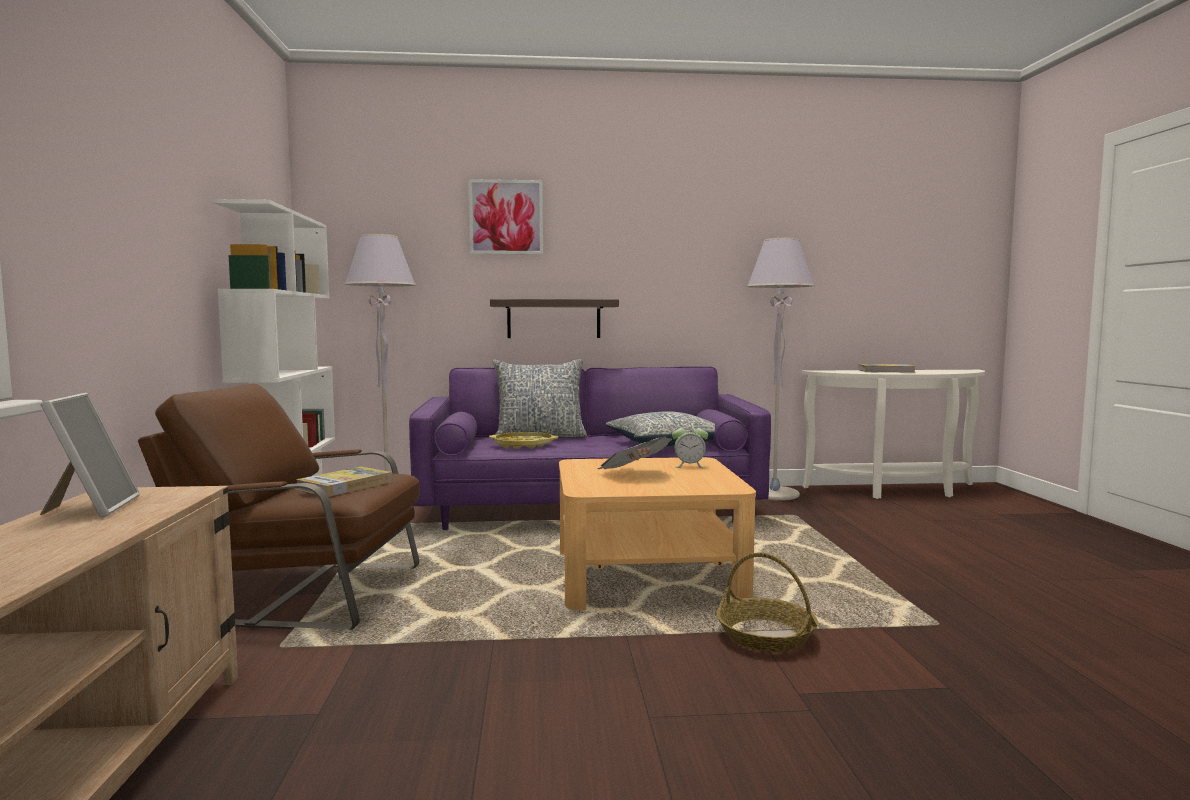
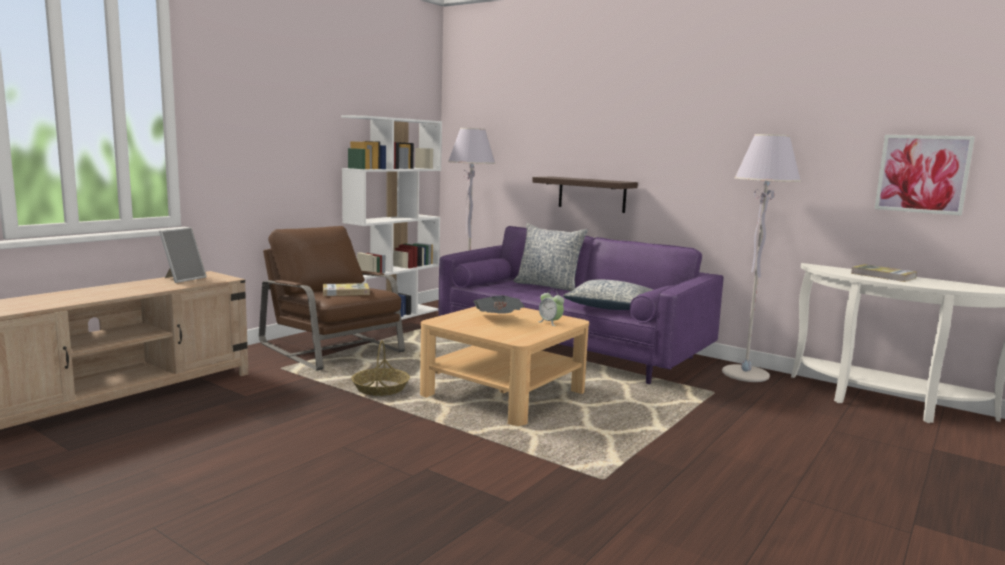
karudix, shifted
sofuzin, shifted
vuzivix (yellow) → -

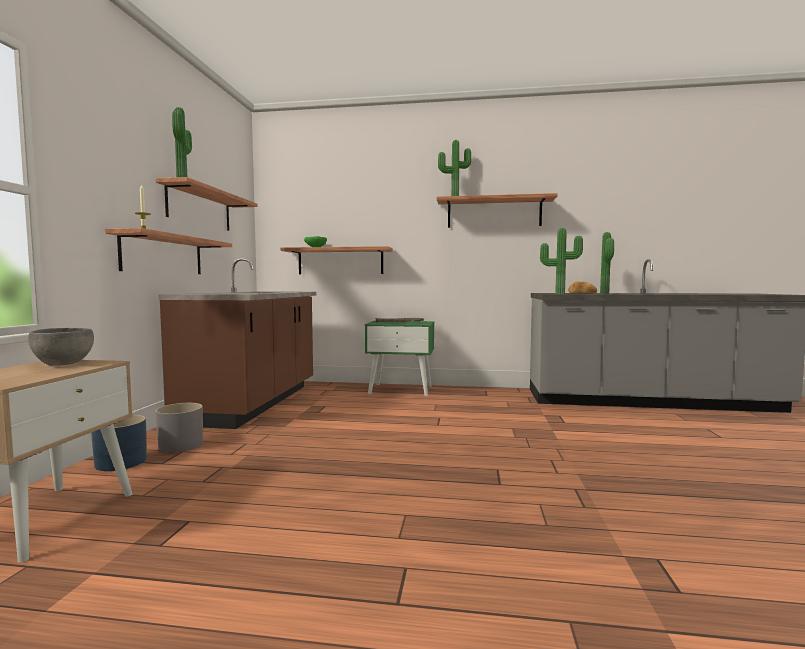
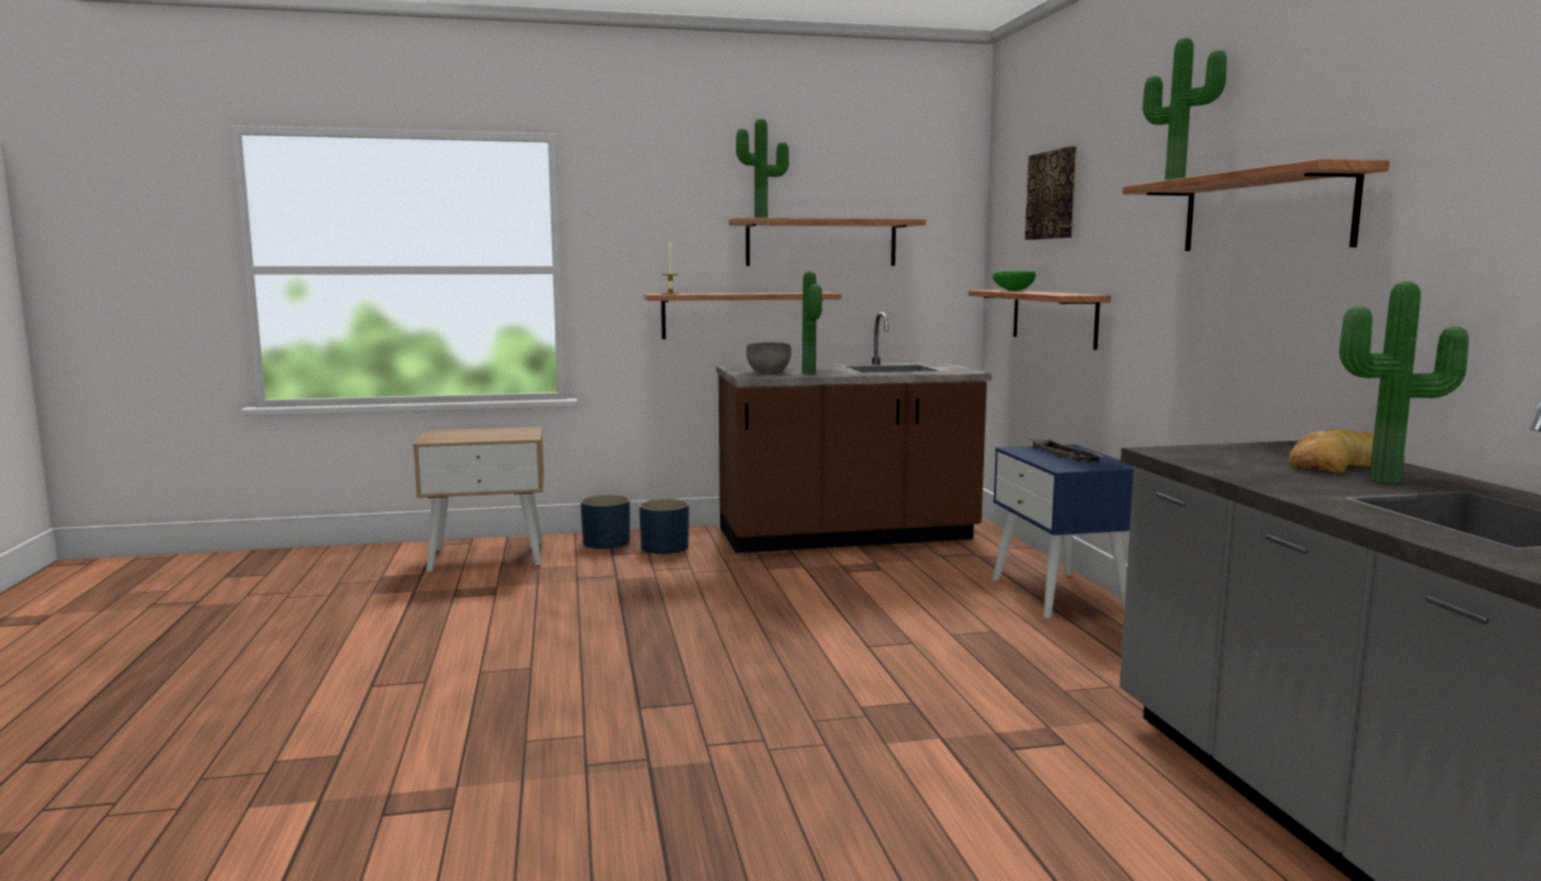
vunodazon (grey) → vunodazon (blue) (no. 2 from left)
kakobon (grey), shifted
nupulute (no. 3 from left in the first image) → nupulute (no. 2 from left), shifted
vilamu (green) → vilamu (blue)
- → sofuzin

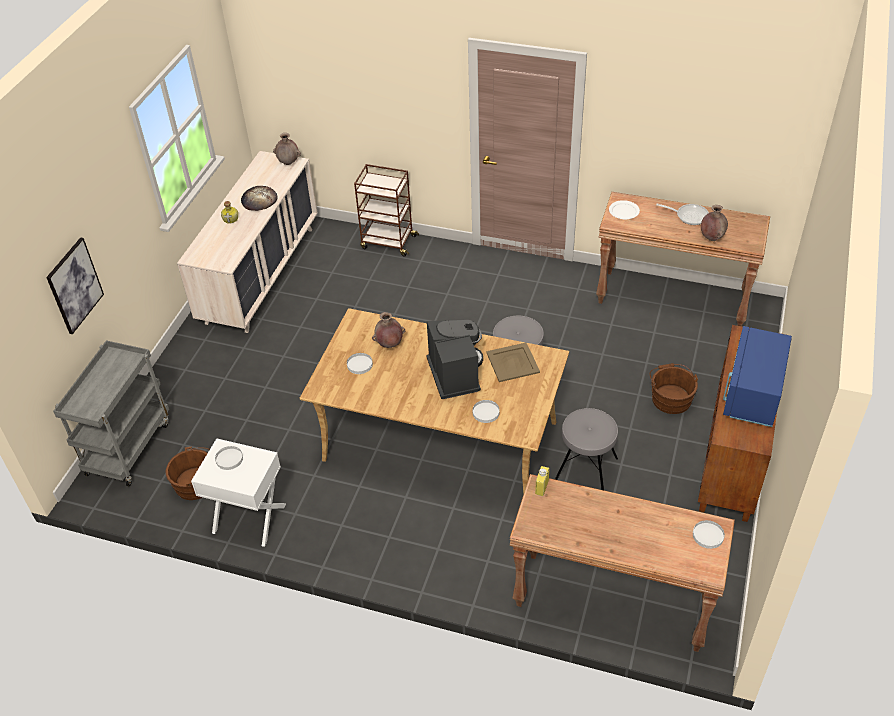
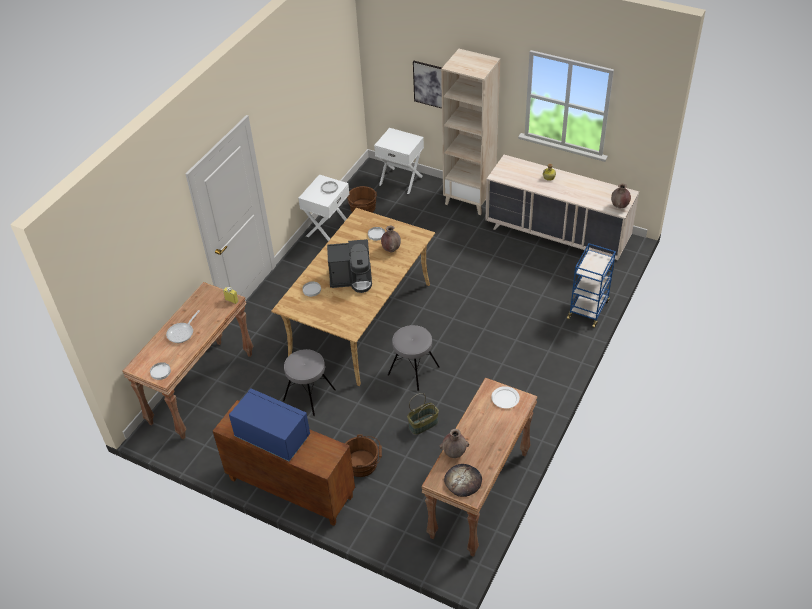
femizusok, shifted
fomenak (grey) → vilamu (white) (no. 2 from left)
- → karudix
- → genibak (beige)
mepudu, shifted
fomenak (brown) → fomenak (blue)
vuzivix (beige) → -

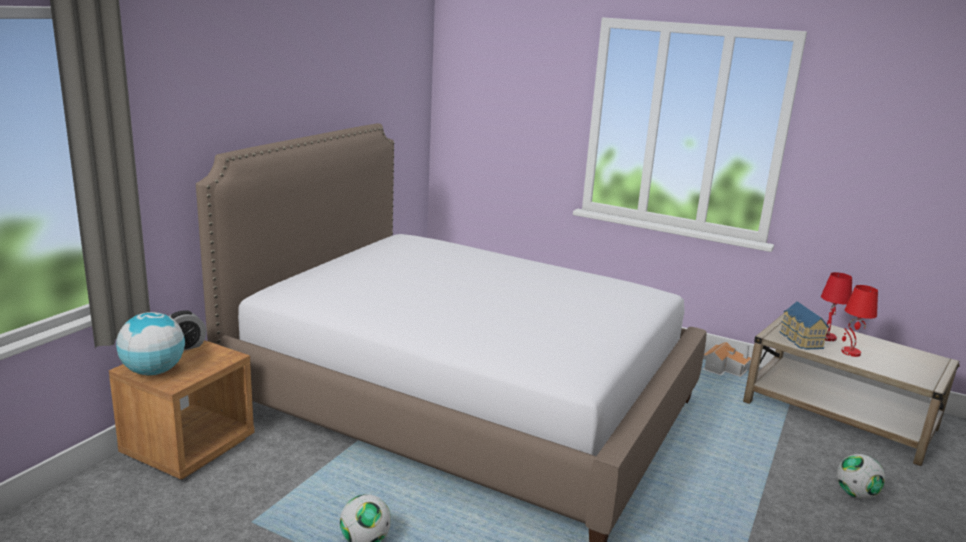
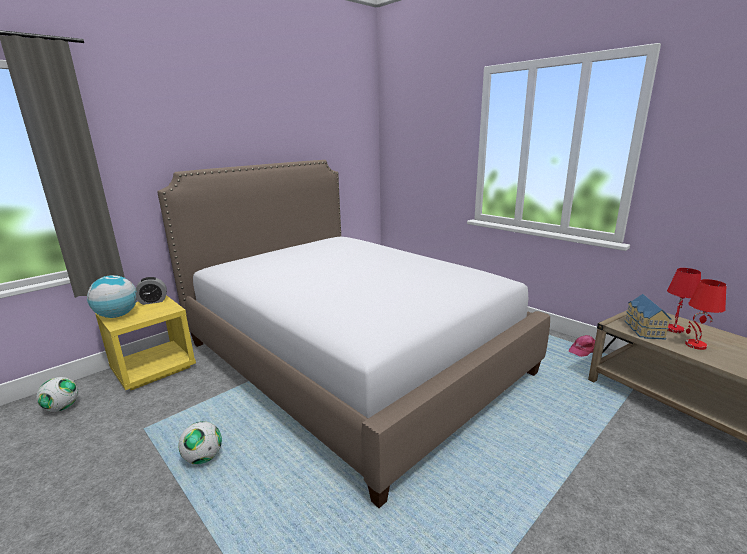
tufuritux (no. 2 from left in the first image) → tufuritux (no. 1 from left), shifted
vilamu (brown) → vilamu (yellow)
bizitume (no. 1 from left) → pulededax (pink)

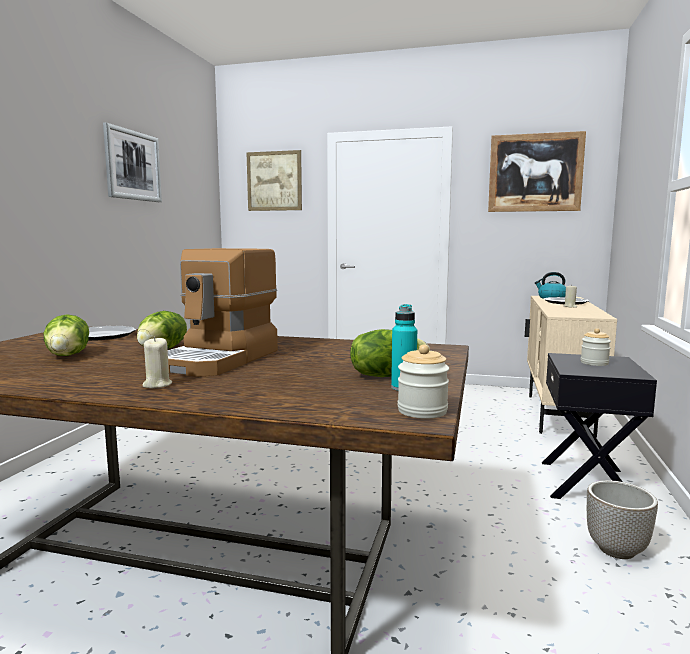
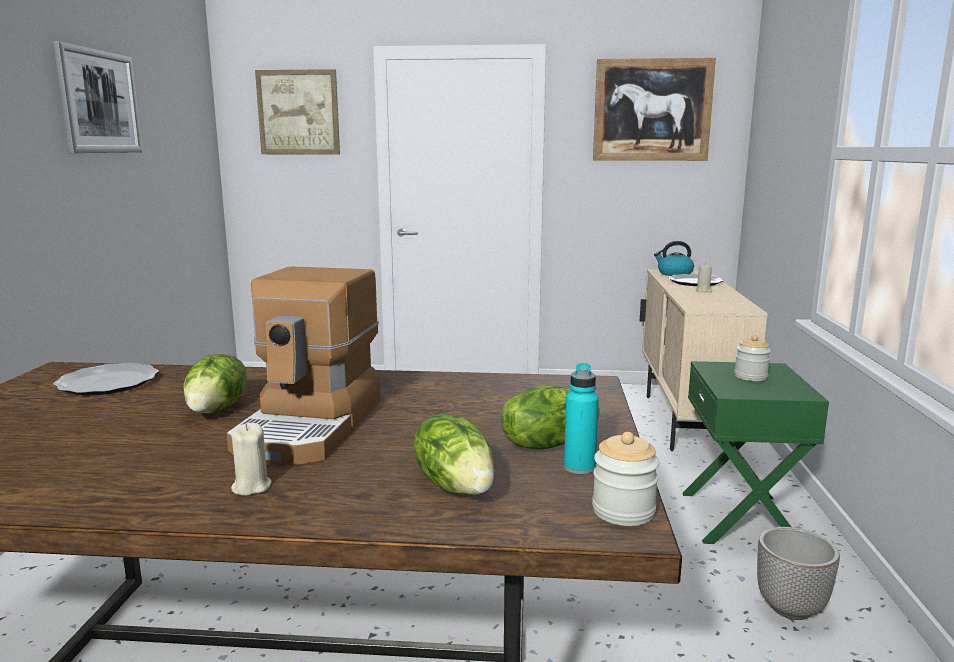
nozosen (no. 1 from left in the first image) → nozosen (no. 2 from left), shifted
vilamu (black) → vilamu (green)

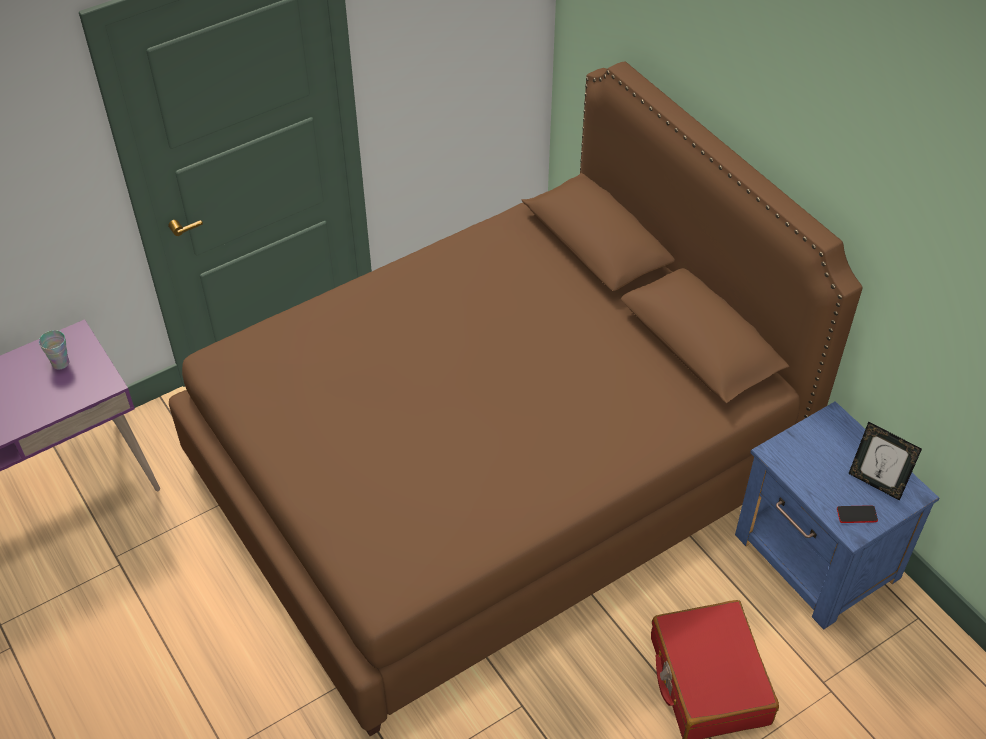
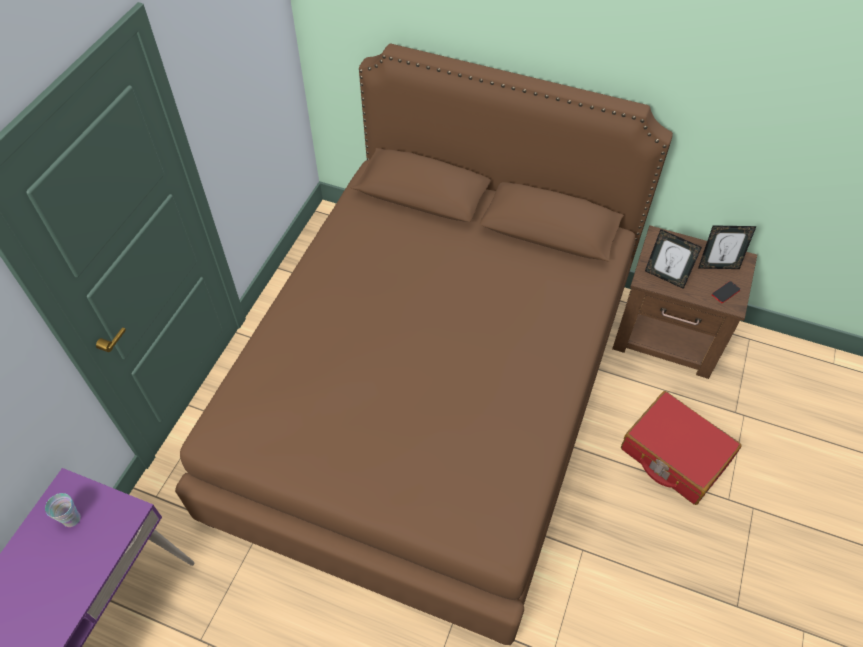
vilamu (blue) → vilamu (brown)
- → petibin (no. 1 from left)

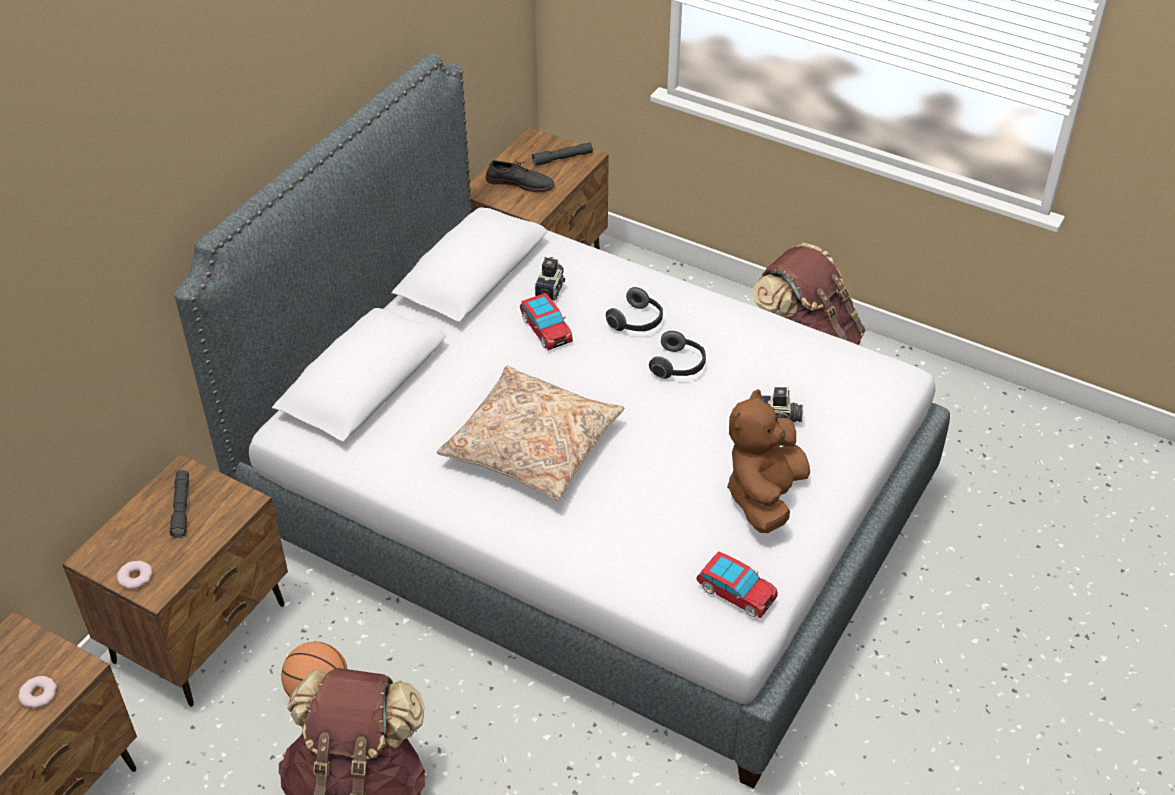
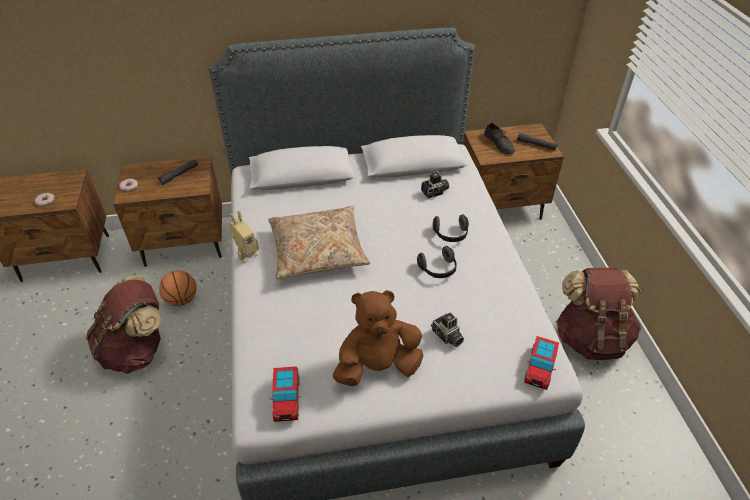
- → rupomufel
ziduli (no. 1 from left in the first image) → ziduli (no. 2 from left), shifted

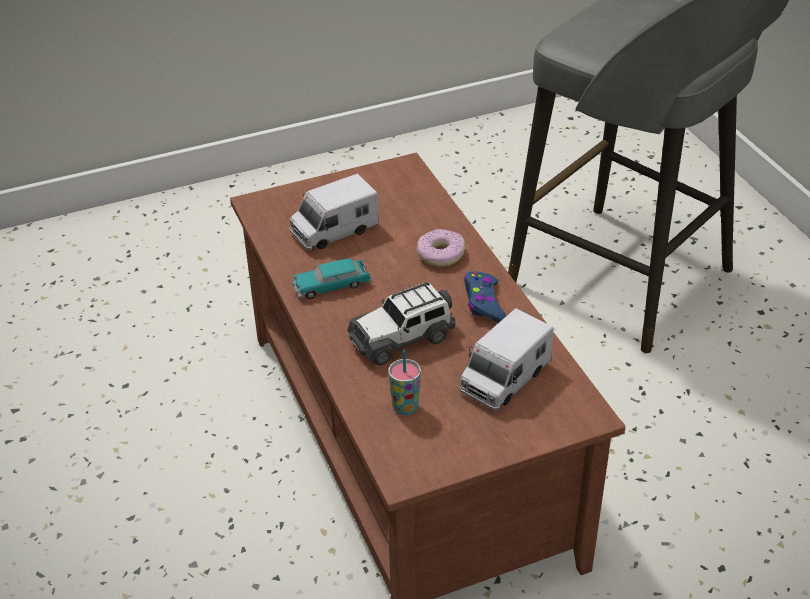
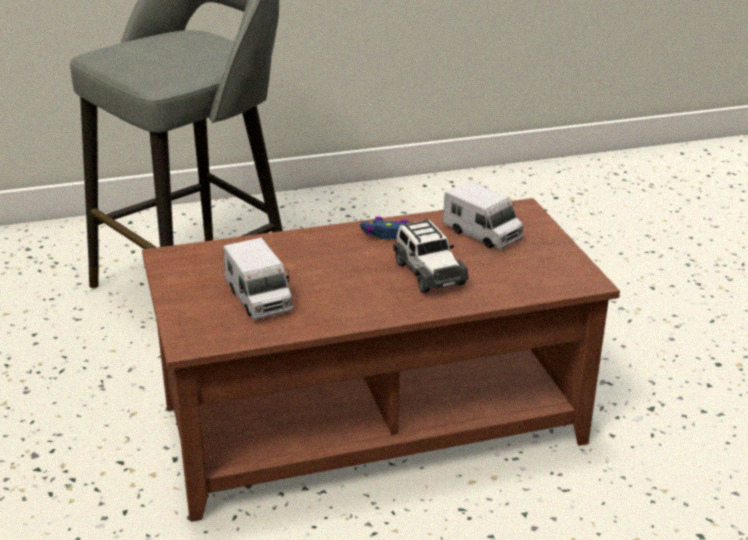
ziduli (no. 1 from left) → -
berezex → -
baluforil → -

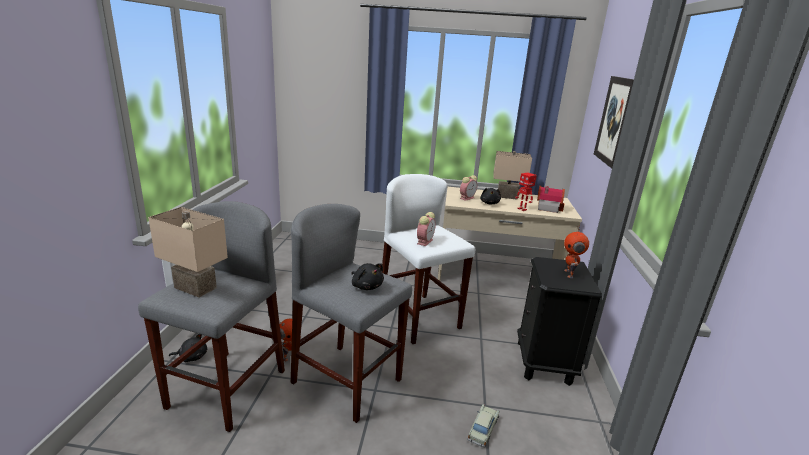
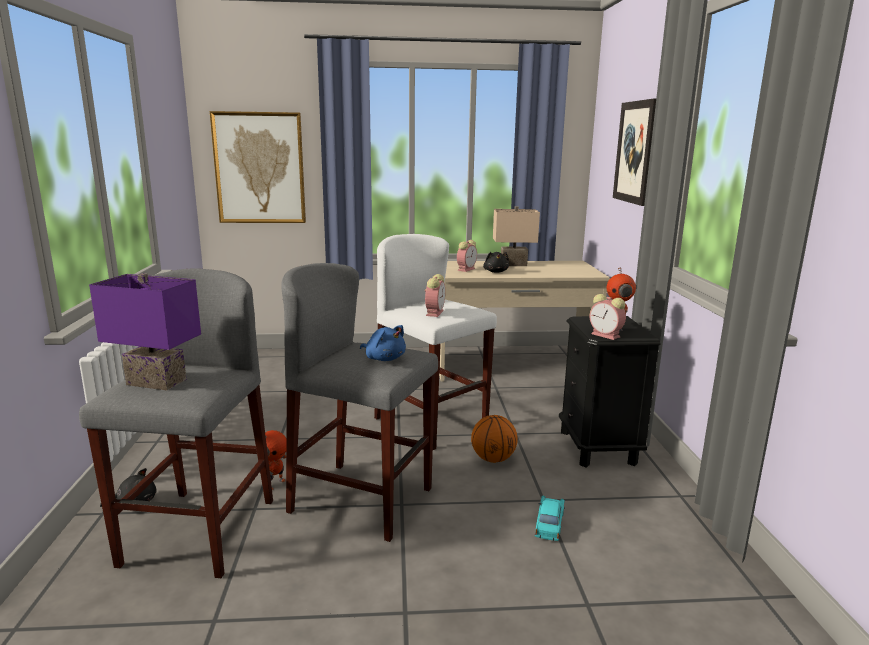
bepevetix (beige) (no. 1 from left) → bepevetix (purple)
- → sofuzin (no. 1 from left)
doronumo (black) (no. 2 from left) → doronumo (blue)
- → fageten
ziduli (beige) → ziduli (turquoise)
- → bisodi (no. 3 from left)
rupomufel (no. 2 from left) → -
bizitume → -

